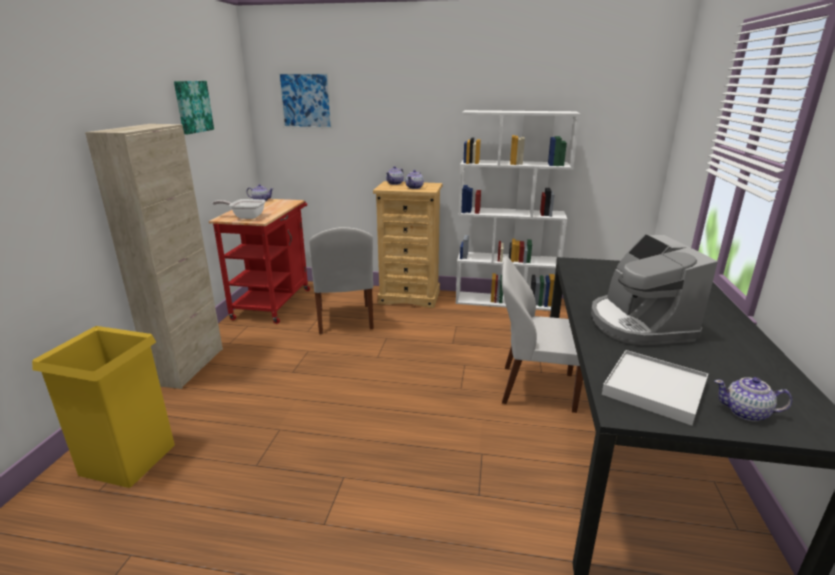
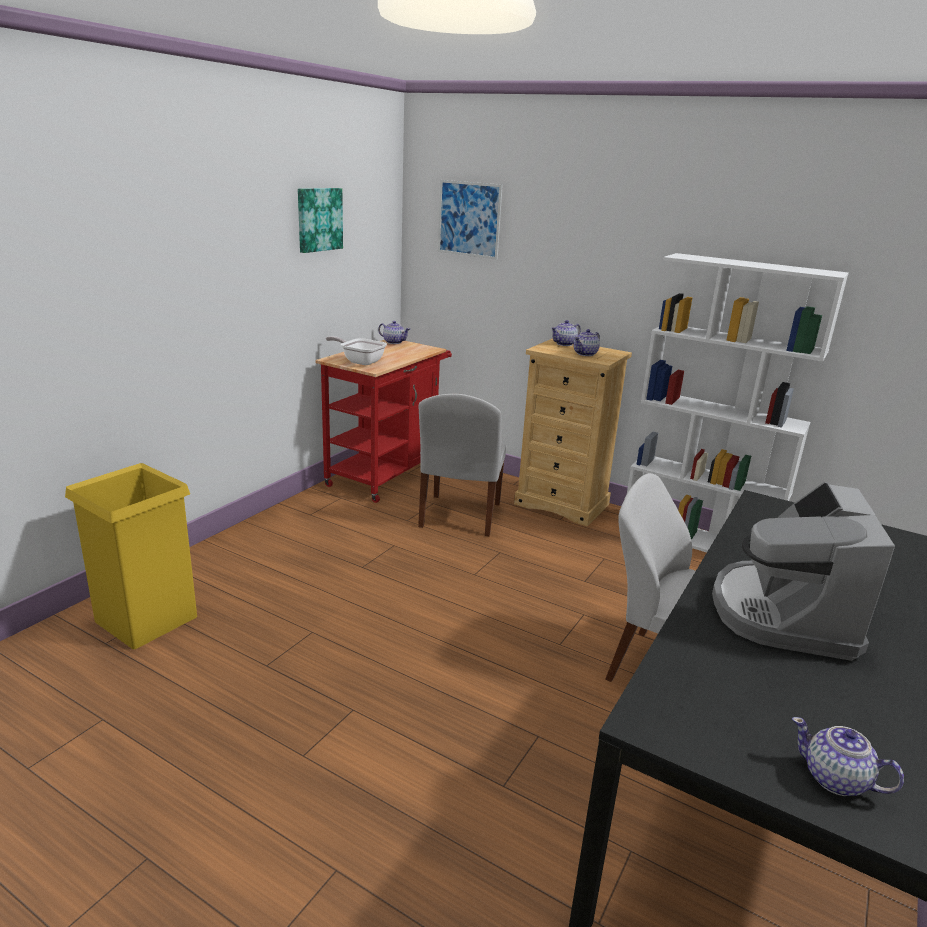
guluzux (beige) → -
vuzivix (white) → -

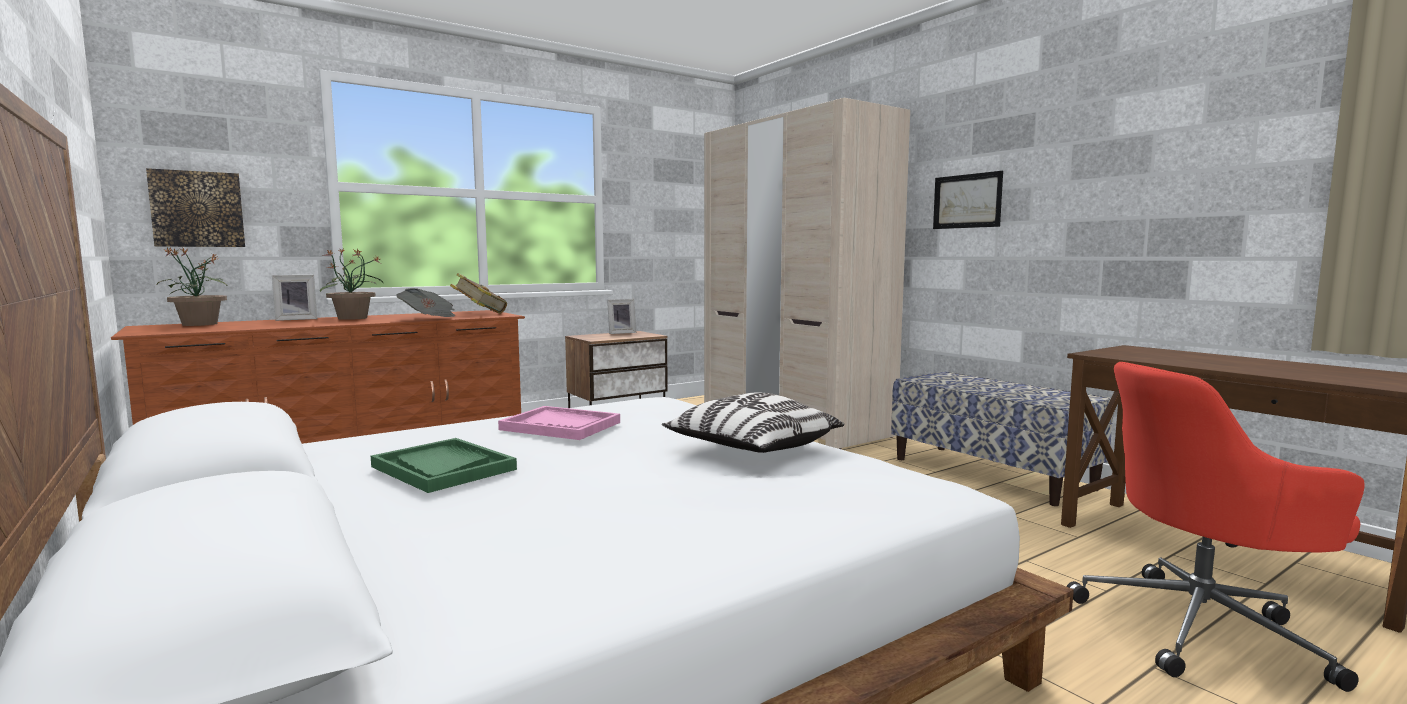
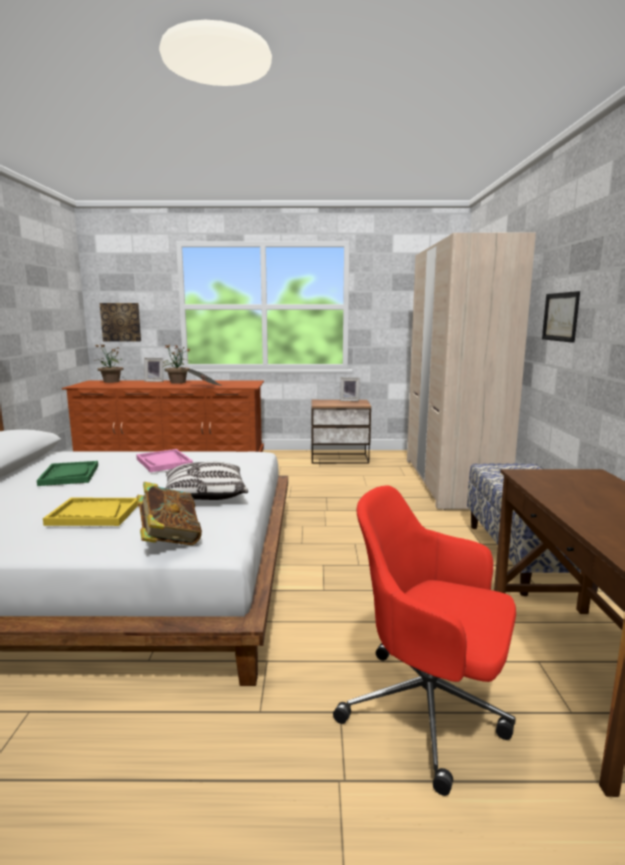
- → vuzivix (yellow)
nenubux, shifted

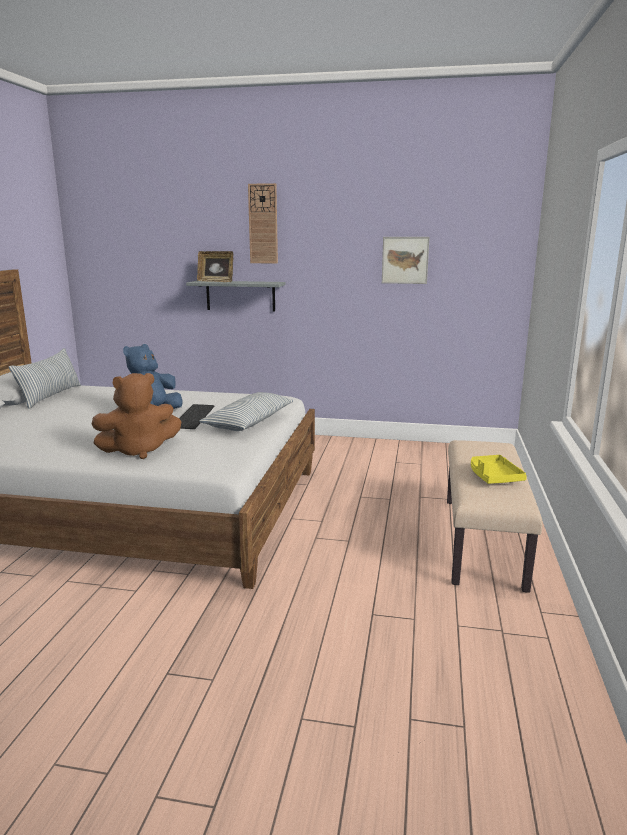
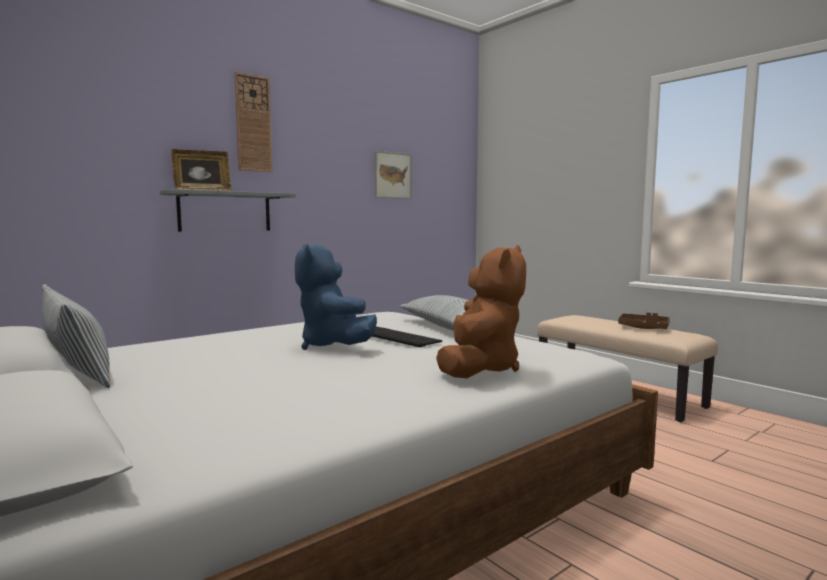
vuzivix (yellow) → vuzivix (brown)

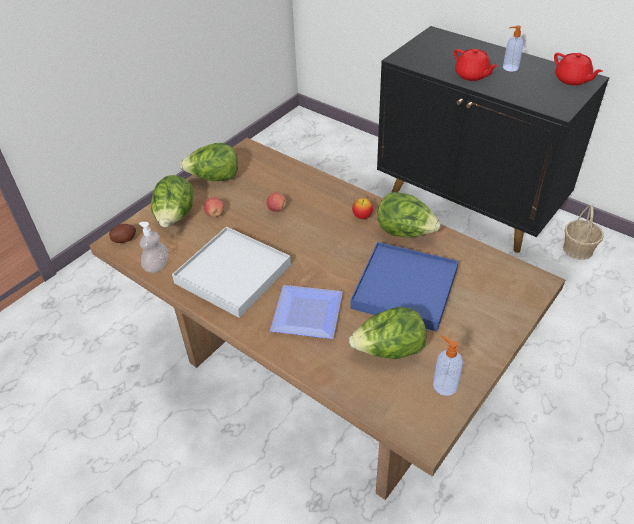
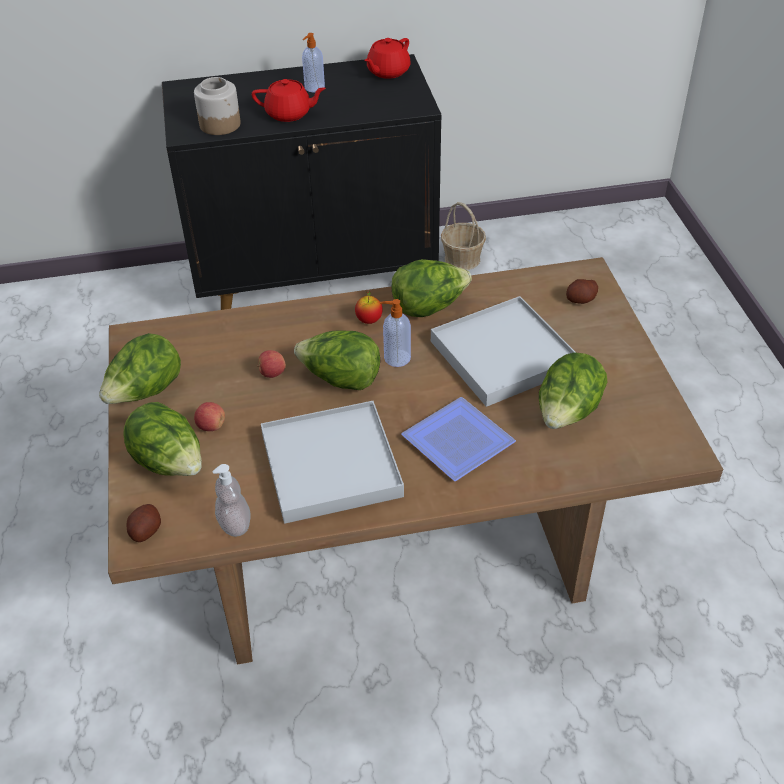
- → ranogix
- → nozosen (no. 3 from left)
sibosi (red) (no. 2 from left), 120 degrees clockwise
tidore (no. 2 from left in the first image) → tidore (no. 3 from left), shifted
vuzivix (blue) → vuzivix (white) (no. 2 from left)
- → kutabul (no. 2 from left)

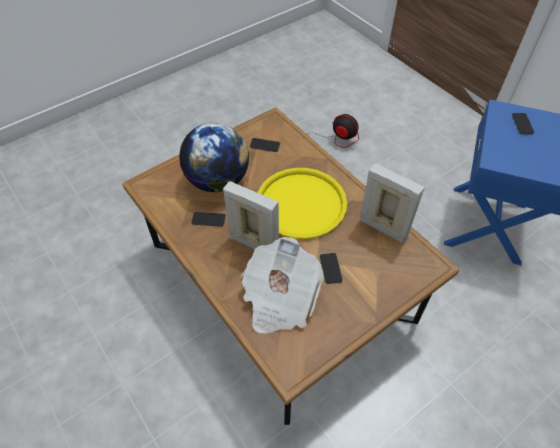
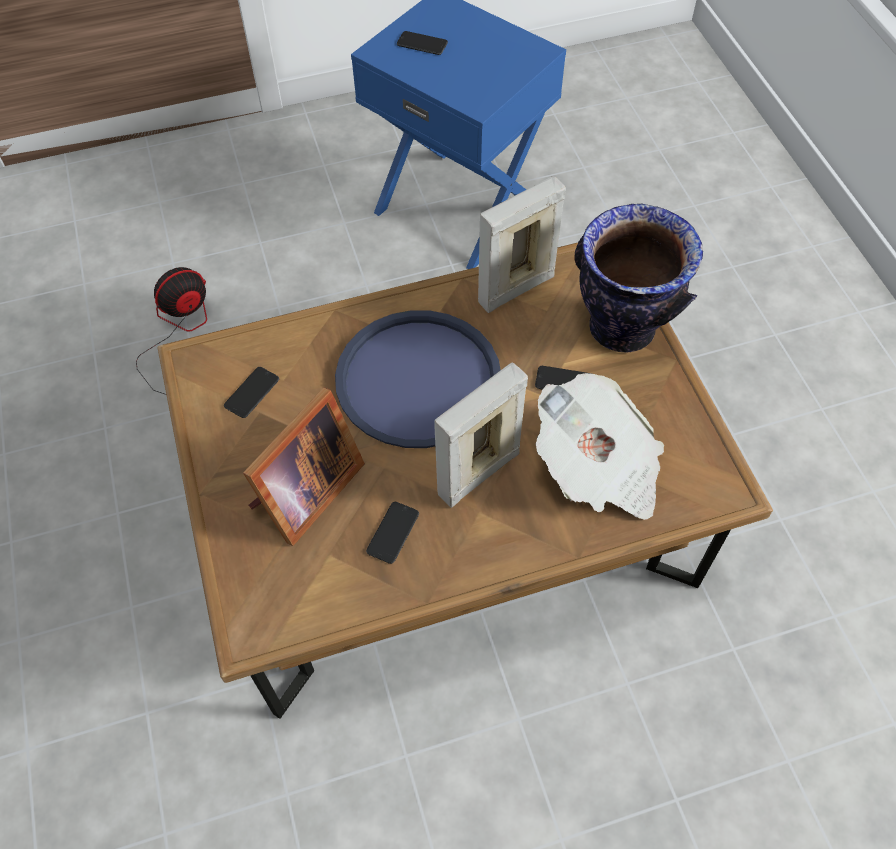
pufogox → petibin (no. 1 from left)
vuzivix (yellow) → vuzivix (blue)
- → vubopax

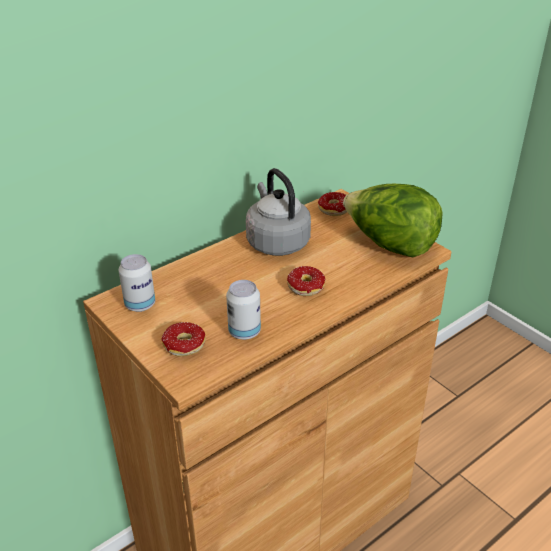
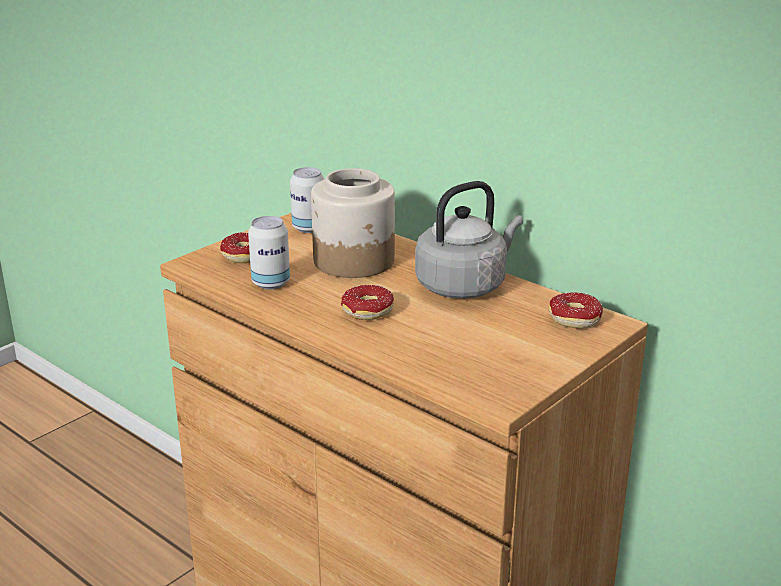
- → ranogix
nozosen → -

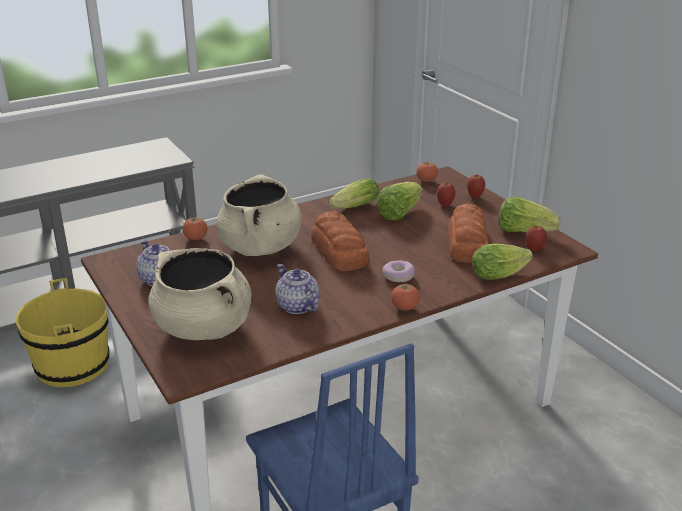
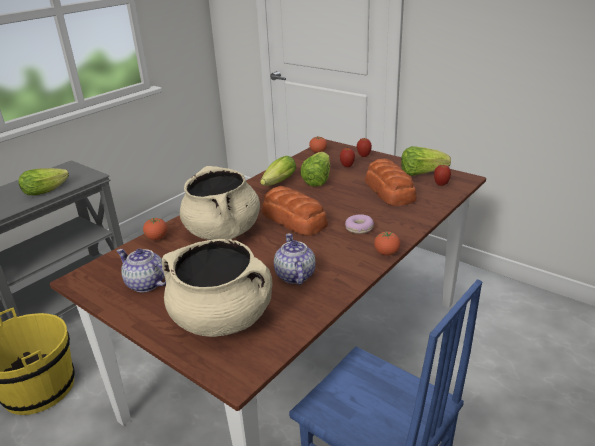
nozosen (no. 3 from left in the first image) → nozosen (no. 1 from left), shifted
sibosi (no. 2 from left), 45 degrees clockwise

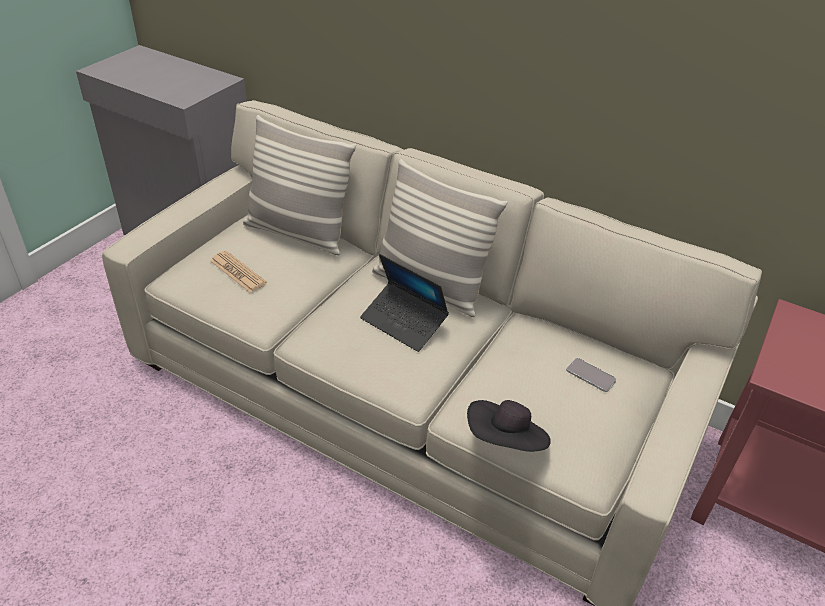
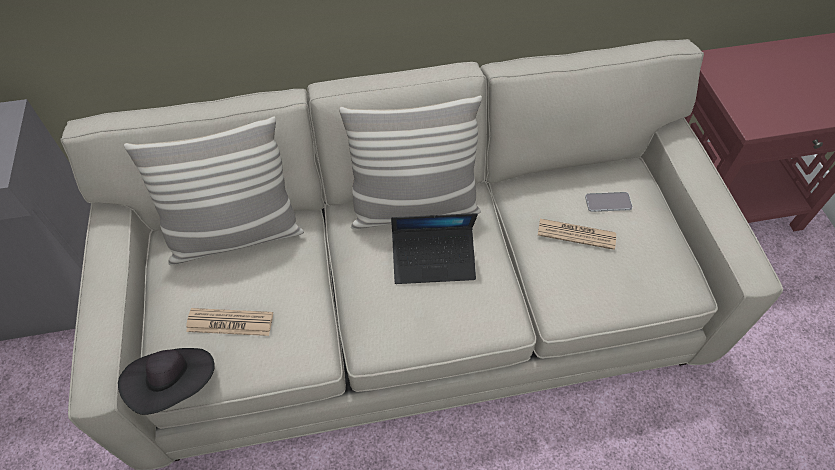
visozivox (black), shifted
- → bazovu (no. 2 from left)

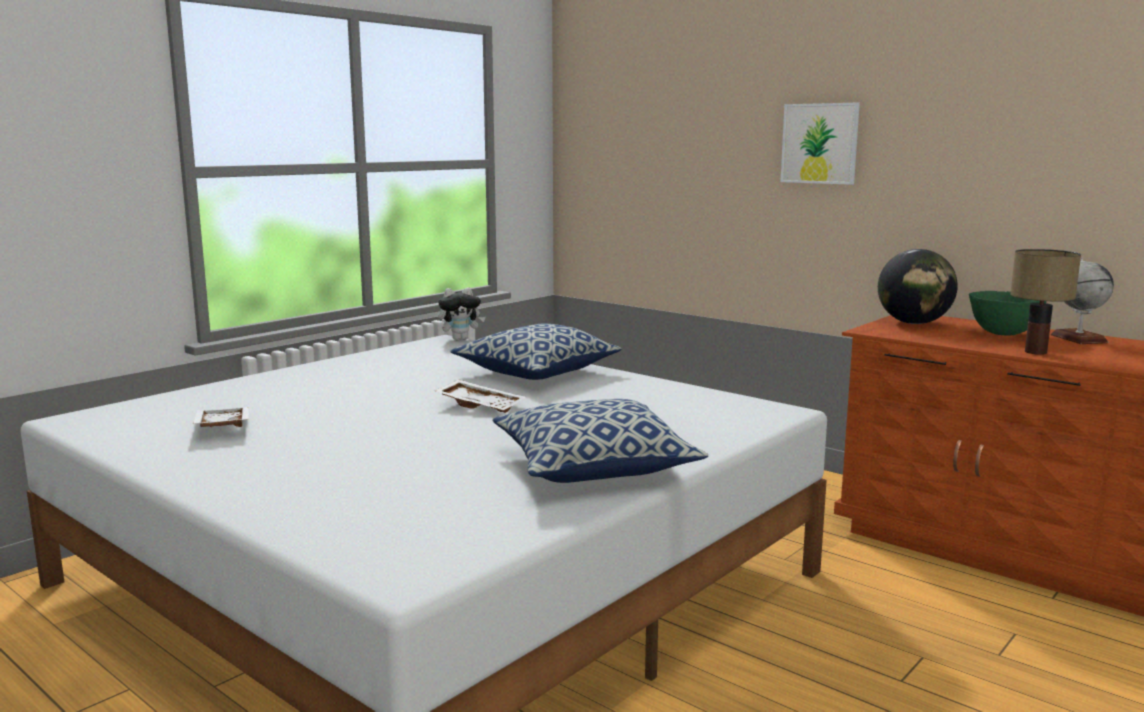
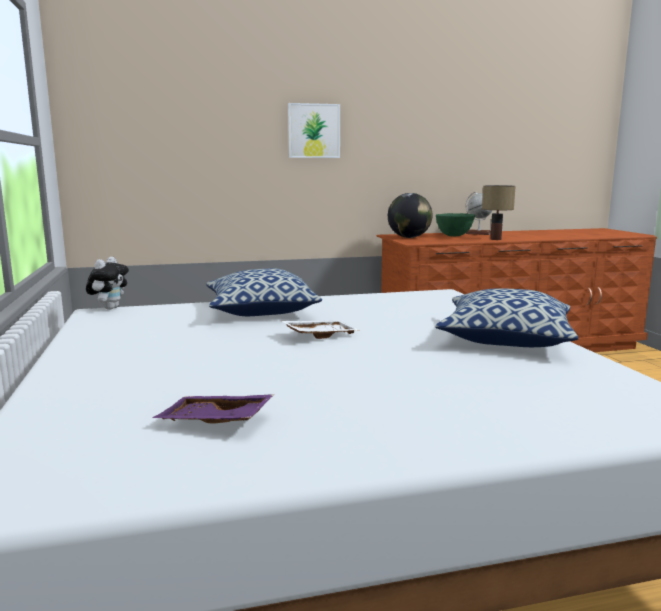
vuzivix (white) (no. 1 from left) → vuzivix (purple)

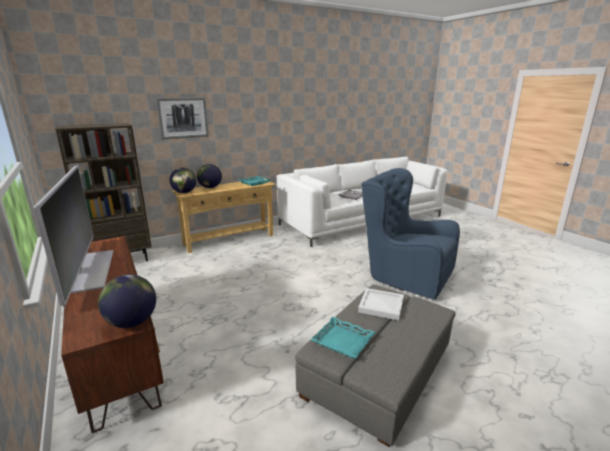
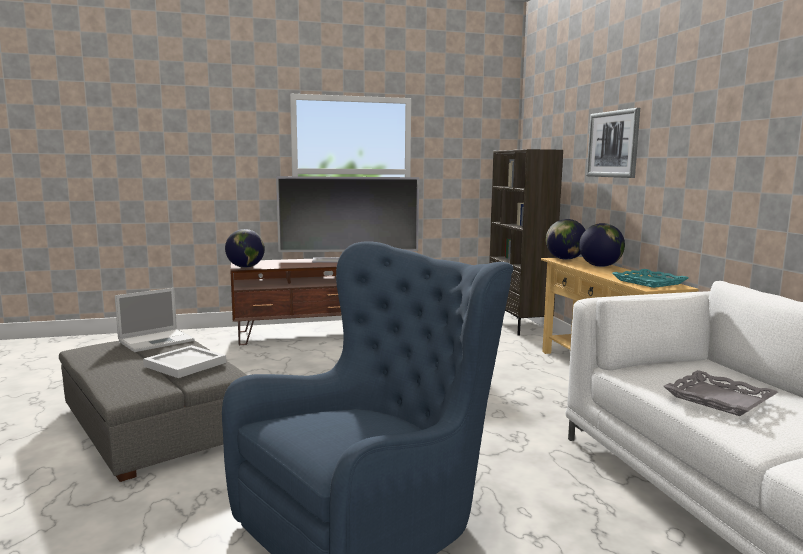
vuzivix (turquoise) (no. 2 from left) → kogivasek

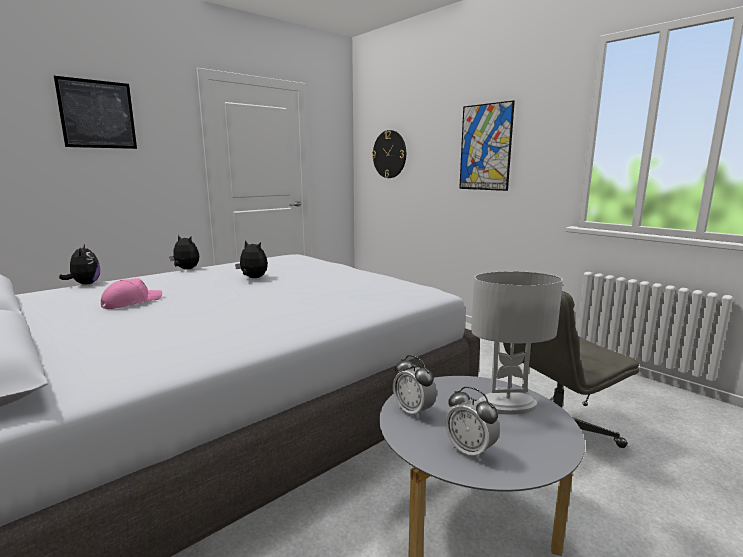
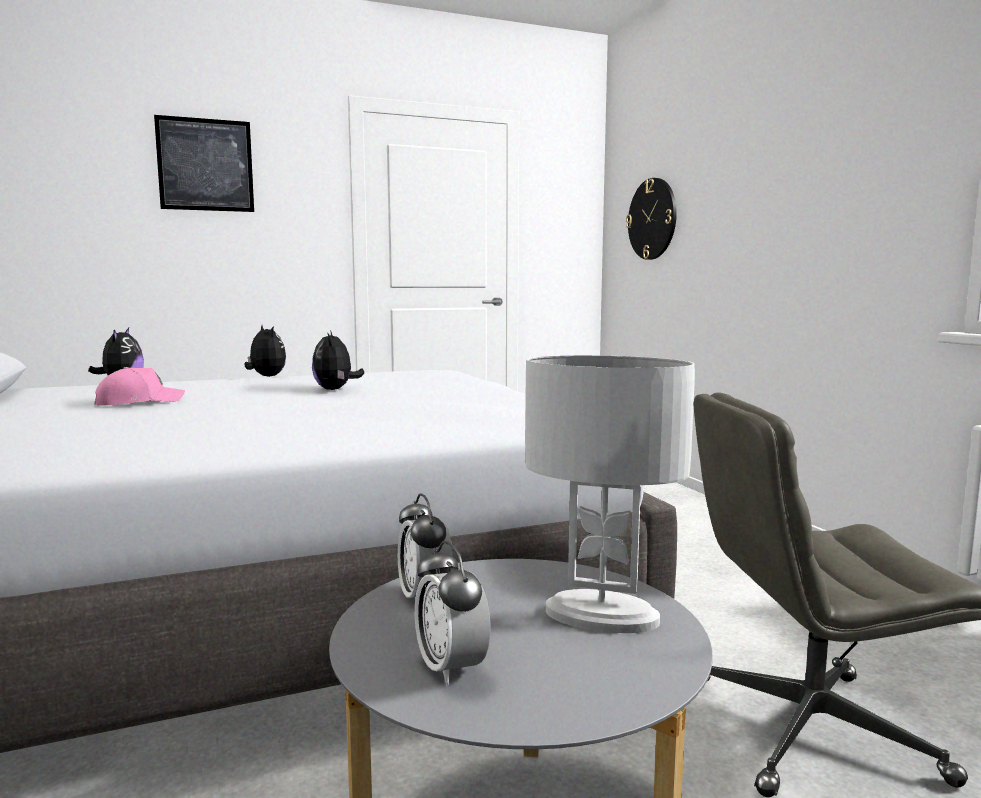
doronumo (no. 3 from left), 150 degrees counterclockwise
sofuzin (no. 2 from left) → -

